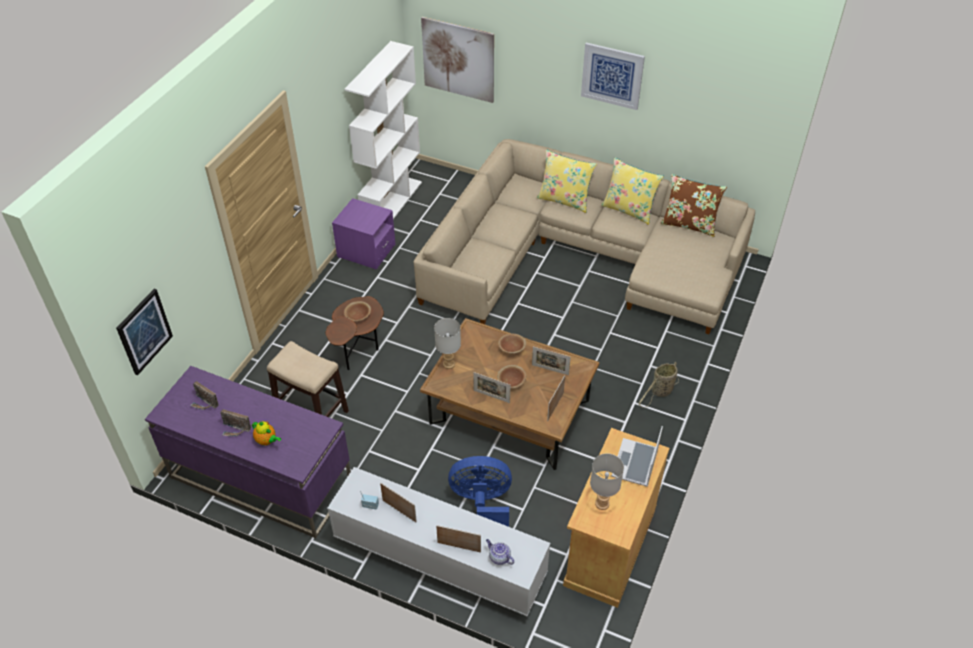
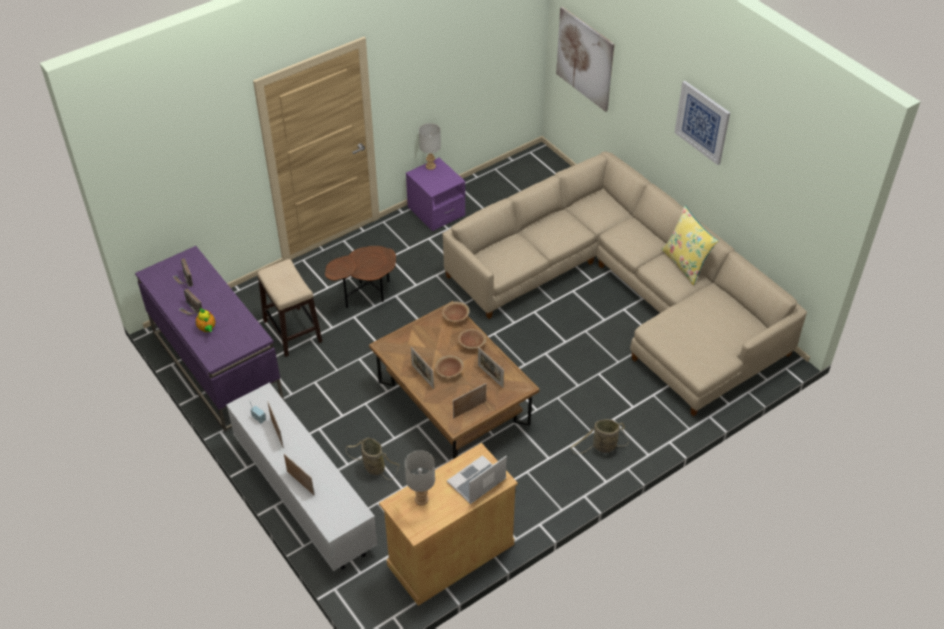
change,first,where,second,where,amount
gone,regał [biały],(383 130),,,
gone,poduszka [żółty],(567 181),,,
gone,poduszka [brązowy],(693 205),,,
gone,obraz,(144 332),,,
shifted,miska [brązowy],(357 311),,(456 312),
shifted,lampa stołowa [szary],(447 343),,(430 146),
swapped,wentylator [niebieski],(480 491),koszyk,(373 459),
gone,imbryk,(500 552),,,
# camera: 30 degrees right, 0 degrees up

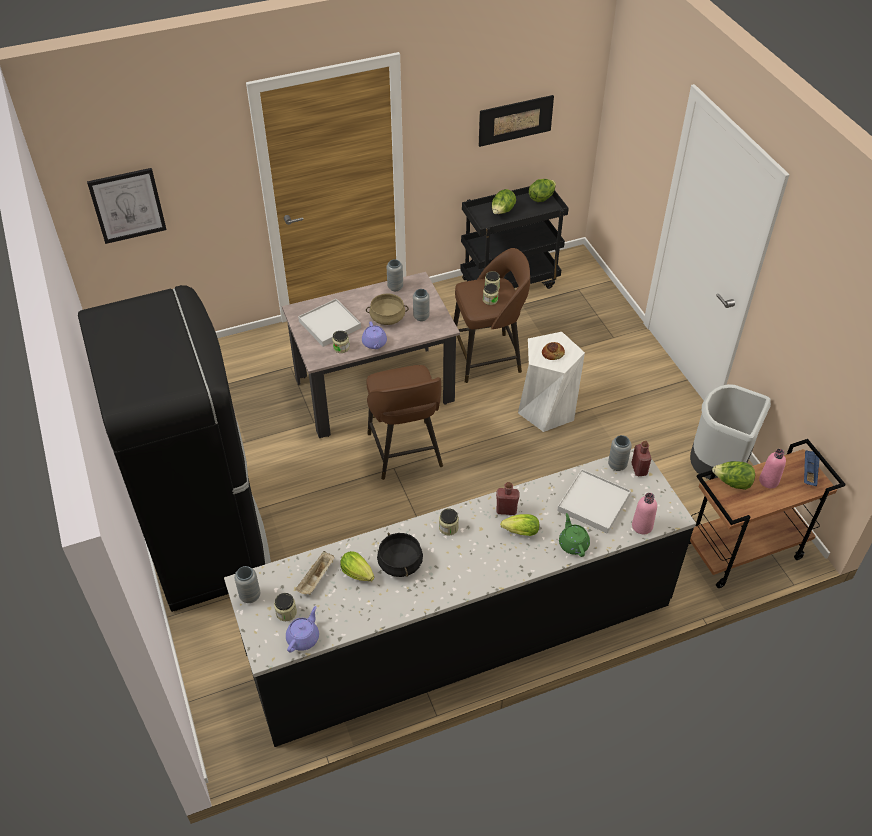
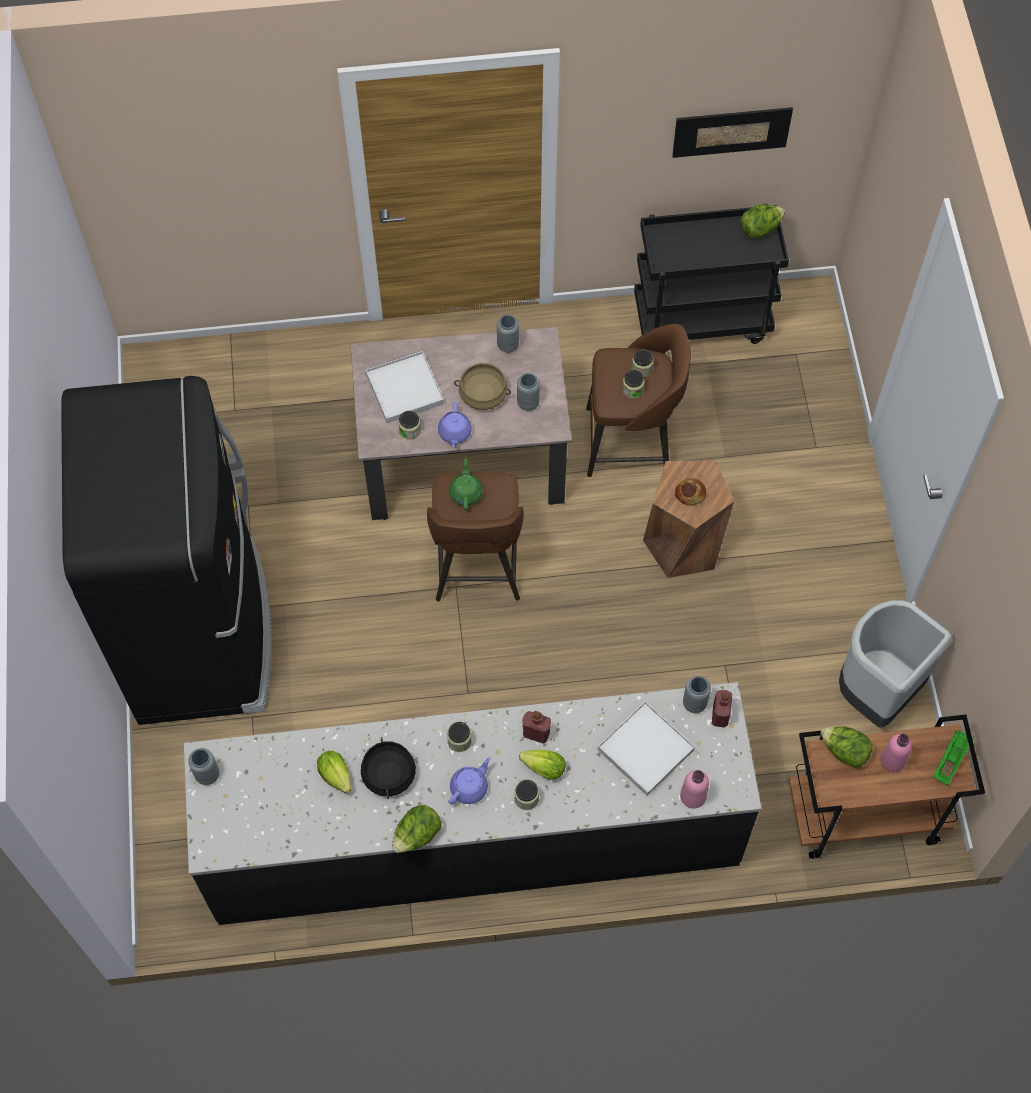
change,first,where,second,where,amount
gone,obraz,(127 206),,,
shifted,sałata,(504 201),,(417 829),
repainted,stołek [biały],(551 382),stołek [brązowy],(688 519),
repainted,taca [niebieski],(812 468),taca [zielony],(954 757),
shifted,imbryk [zielony],(574 535),,(466 484),
gone,taca [beżowy],(314 573),,,
shifted,słoik,(285 607),,(526 795),
shifted,imbryk [fioletowy],(302 629),,(470 780),
# camera: 15 degrees right, 15 degrees up

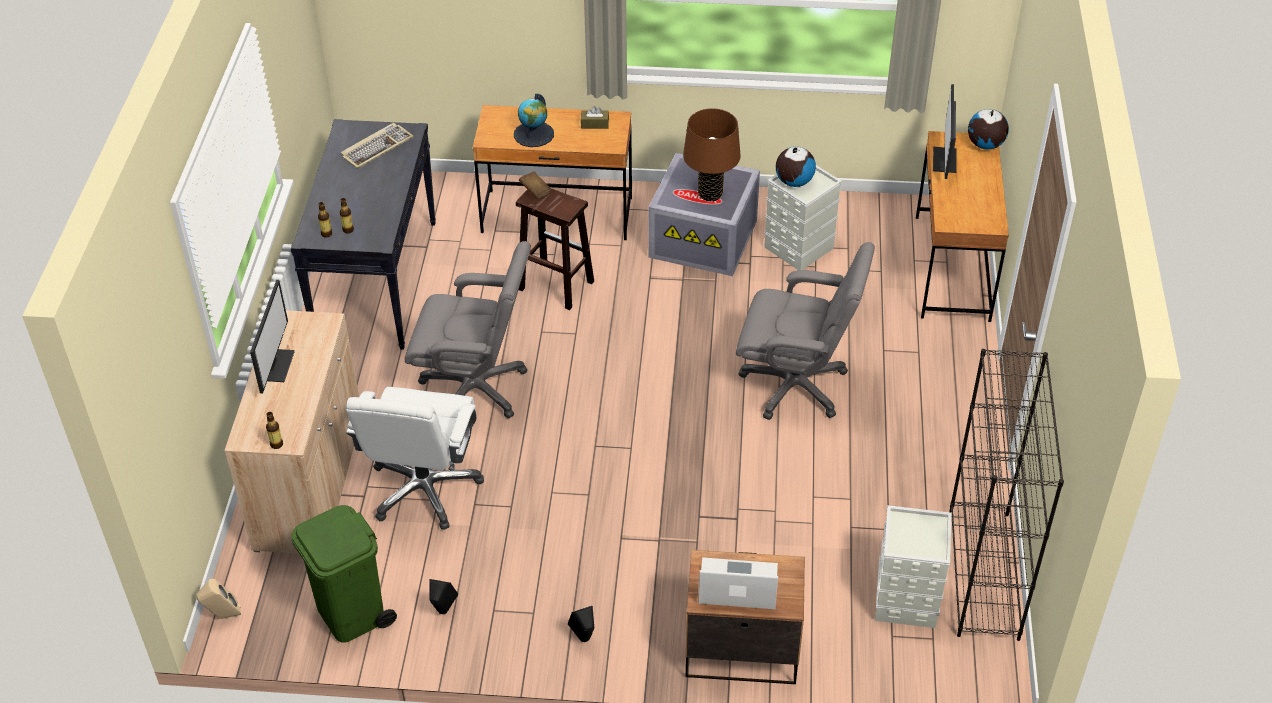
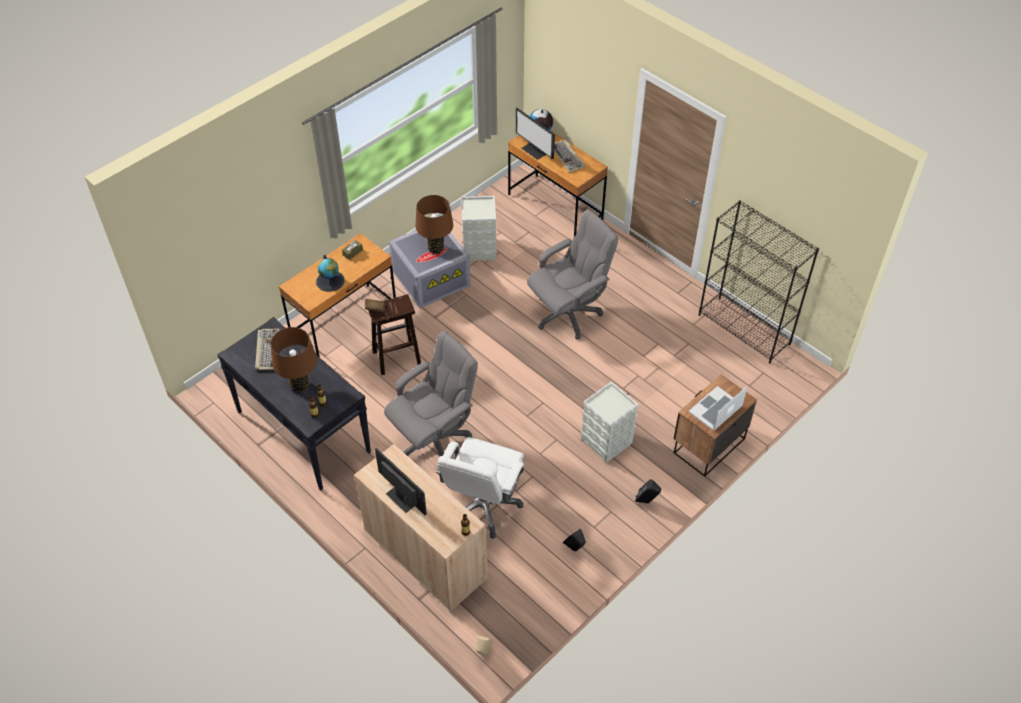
change,first,where,second,where,amount
gone,globus,(796 167),,,
rotated,krzesło biurowe [biały],(415 458),,(480 488),60 degrees clockwise
gone,kosz na śmieci [zielony],(344 573),,,
shifted,pojemnik do przechowywania [szary],(913 566),,(610 422),
new,,,klawiatura,(569 156),
new,,,lampa stołowa [brązowy],(294 359),
# camera: 50 degrees left, 5 degrees up

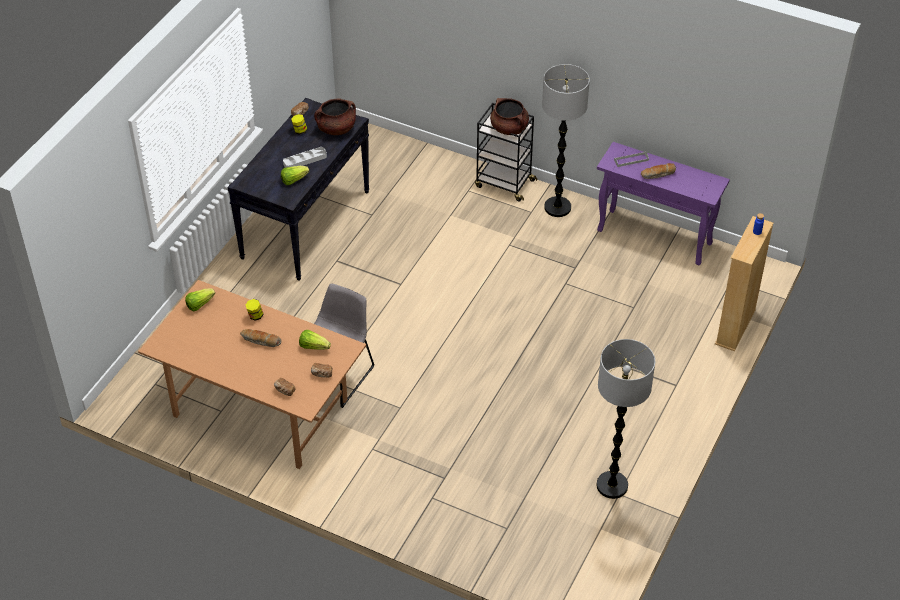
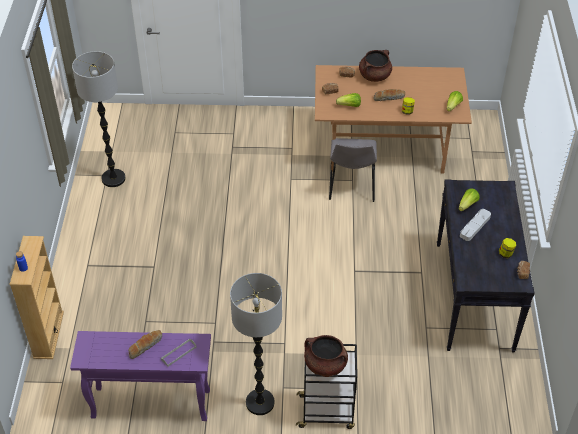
change,first,where,second,where,amount
shifted,garnek [brązowy],(335 117),,(375 66),
# camera: 155 degrees right, 0 degrees up

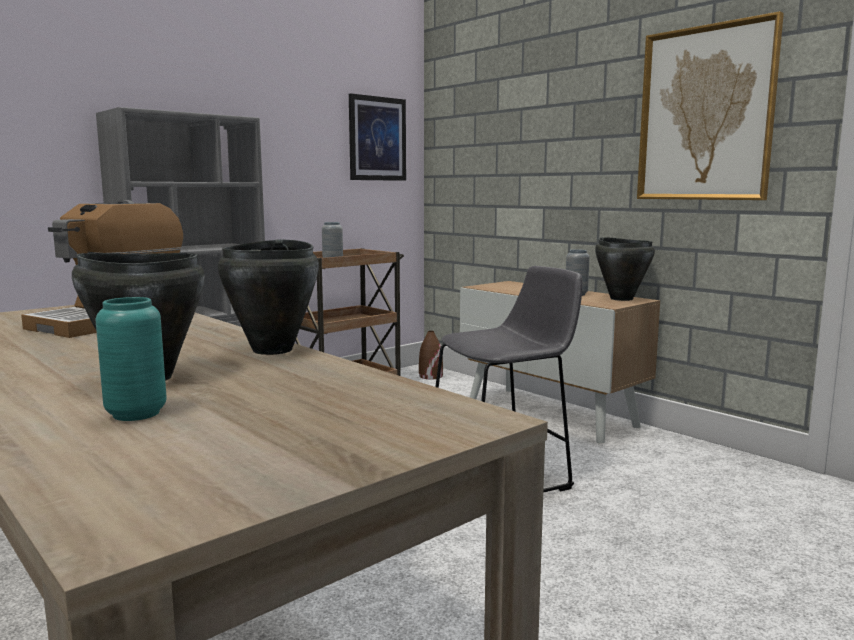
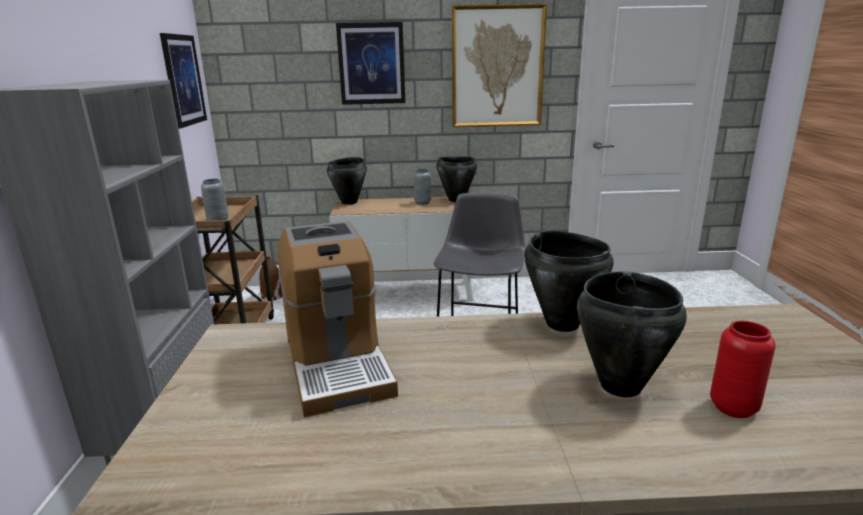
change,first,where,second,where,amount
repainted,wazon [turkusowy],(131 359),wazon [czerwony],(743 369),
new,,,obraz,(370 63),
new,,,garnek [czarny],(347 181),
# camera: 50 degrees left, 10 degrees up

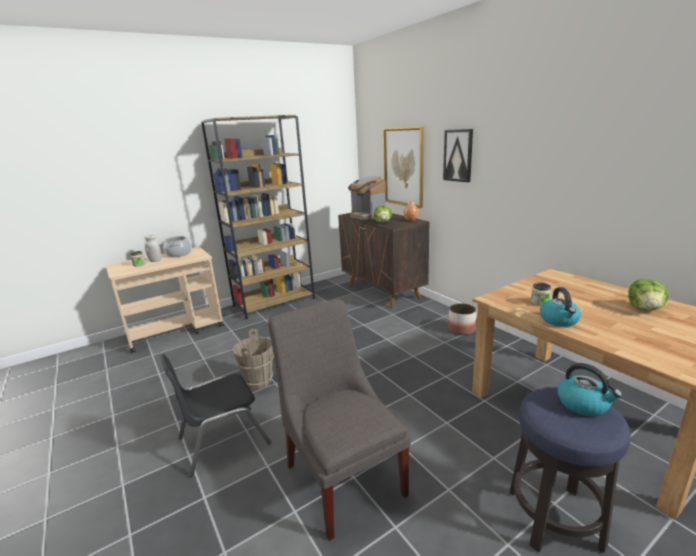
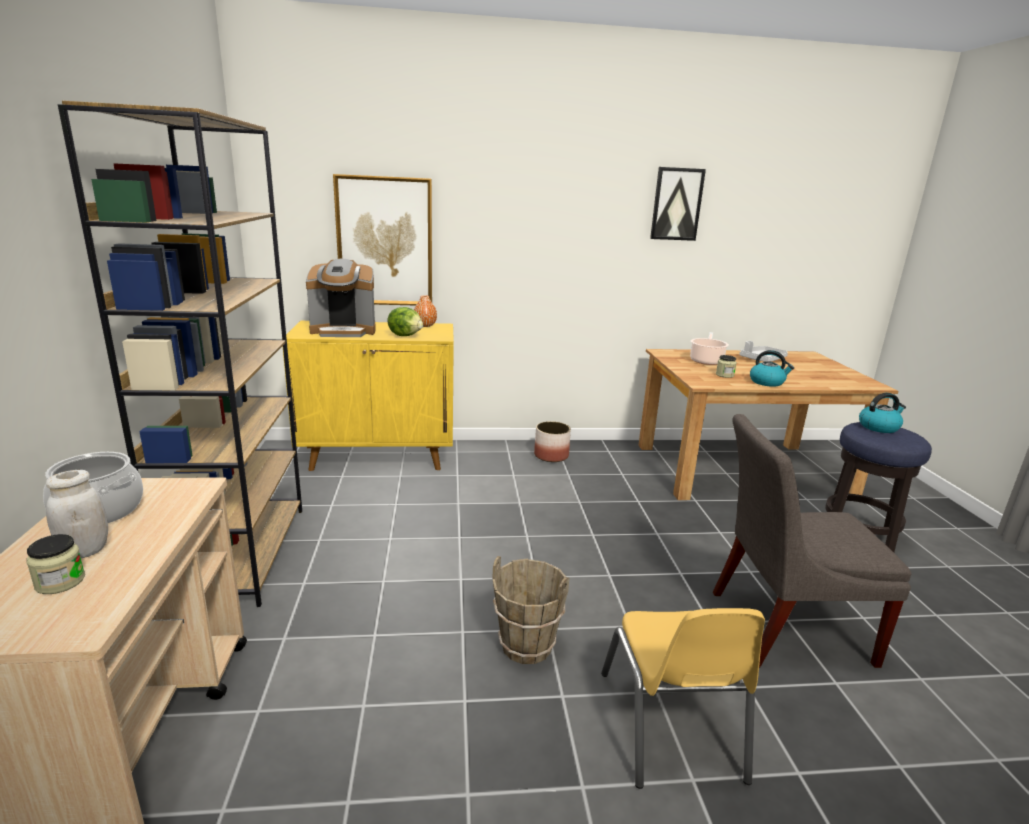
change,first,where,second,where,amount
shifted,obraz,(458 155),,(678 204),
repainted,szafka [brązowy],(383 260),szafka [żółty],(368 396),
swapped,sałata,(648 295),taca [szary],(763 351),
repainted,krzesło [czarny],(215 415),krzesło [żółty],(683 698),
new,,,garnek,(709 348),
# camera: 65 degrees left, 0 degrees up

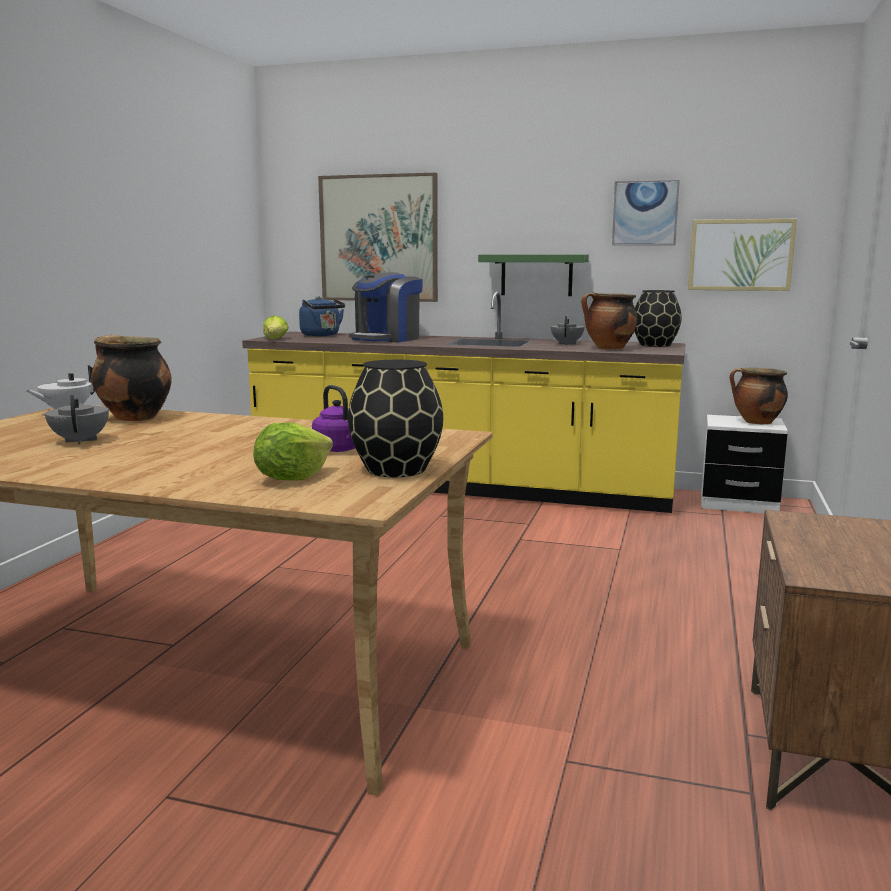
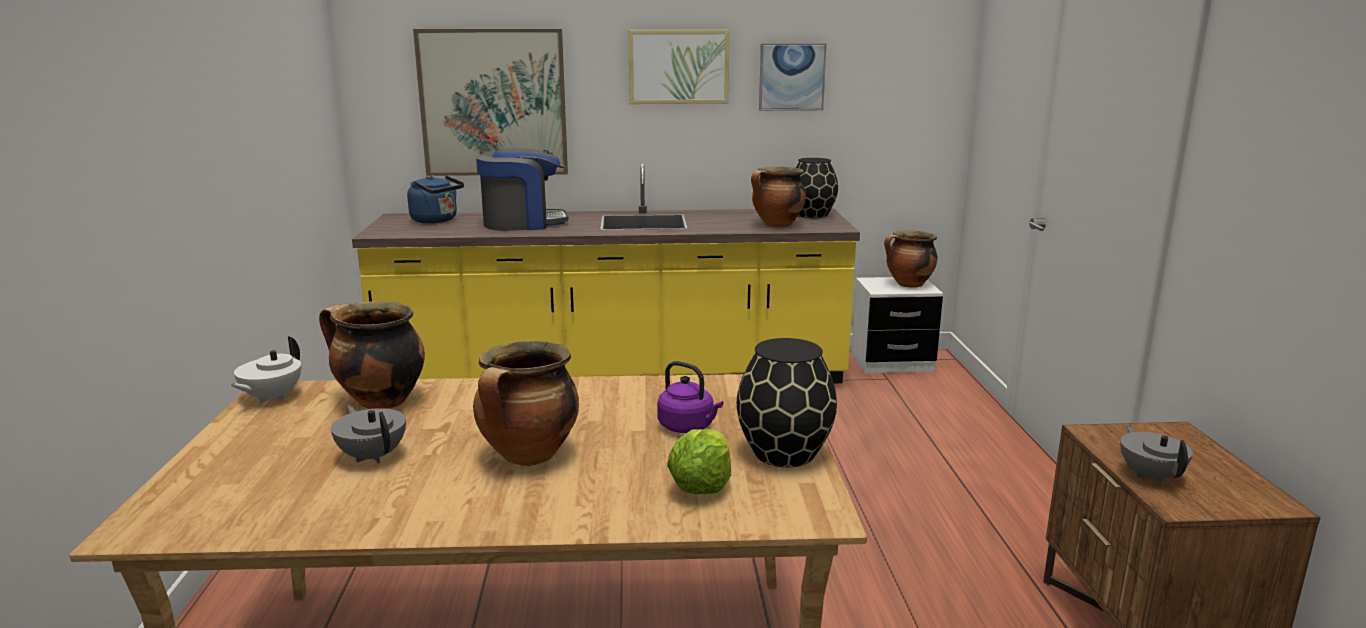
change,first,where,second,where,amount
shifted,obraz,(742 255),,(679 67),
gone,półka [zielony],(533 275),,,
rotated,ekspres do kawy,(386 307),,(522 189),120 degrees counterclockwise
gone,sałata,(276 327),,,
shifted,imbryk [szary],(567 330),,(1156 454),
new,,,garnek,(526 403),
# camera: 20 degrees left, 5 degrees up

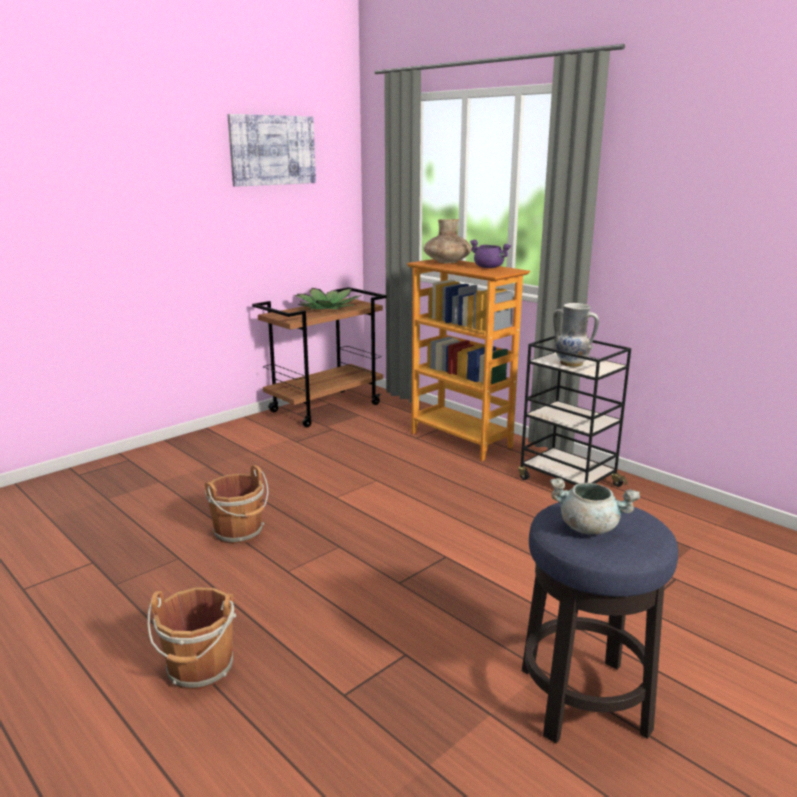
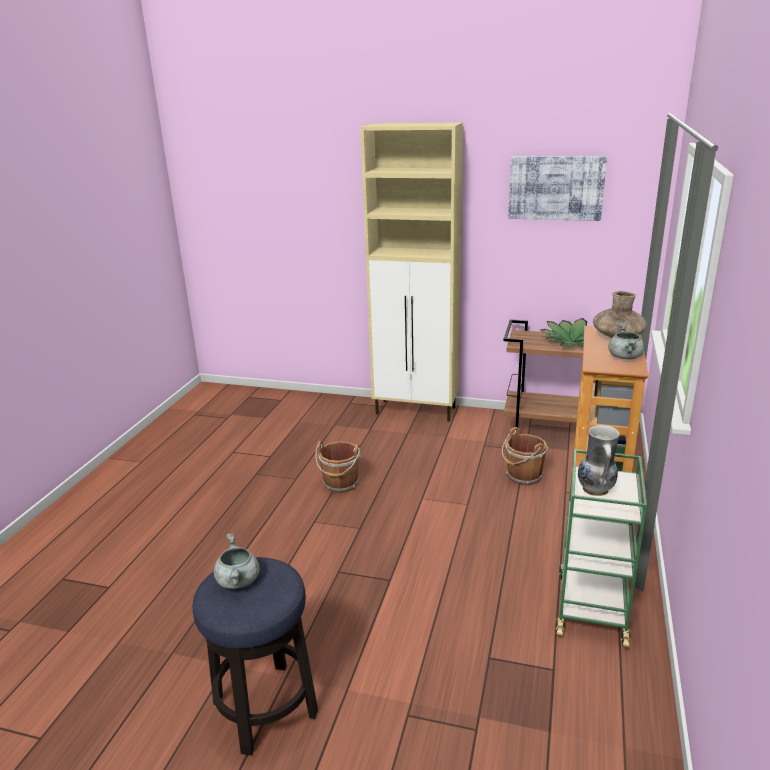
change,first,where,second,where,amount
repainted,garnek [fioletowy],(490 254),garnek [szary],(626 341),
repainted,wózek [czarny],(574 410),wózek [zielony],(601 548),
shifted,wiadro [brązowy],(191 638),,(525 456),
new,,,szafka [beżowy],(411 272),
# camera: 60 degrees right, 5 degrees up

